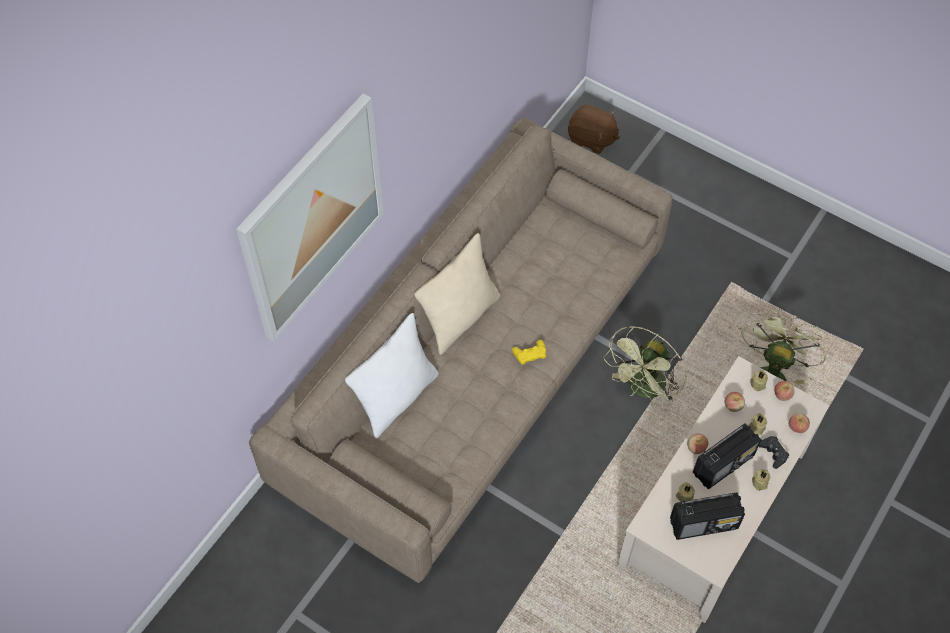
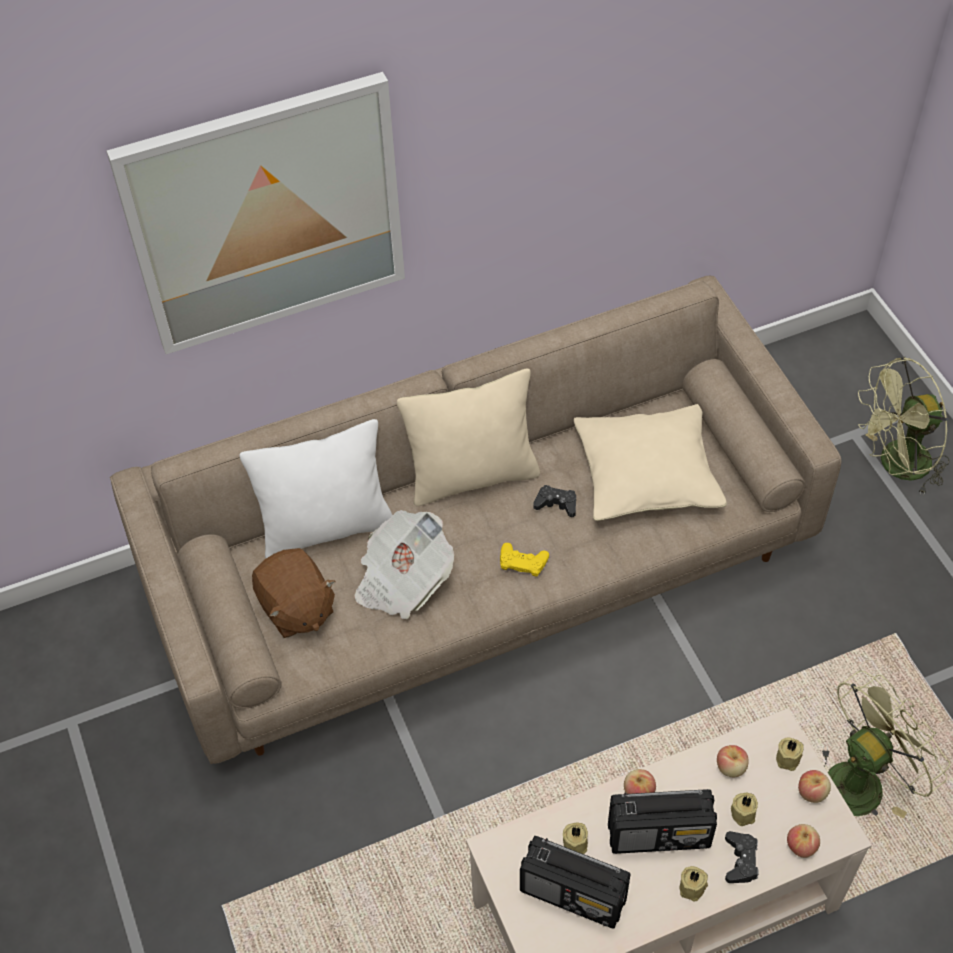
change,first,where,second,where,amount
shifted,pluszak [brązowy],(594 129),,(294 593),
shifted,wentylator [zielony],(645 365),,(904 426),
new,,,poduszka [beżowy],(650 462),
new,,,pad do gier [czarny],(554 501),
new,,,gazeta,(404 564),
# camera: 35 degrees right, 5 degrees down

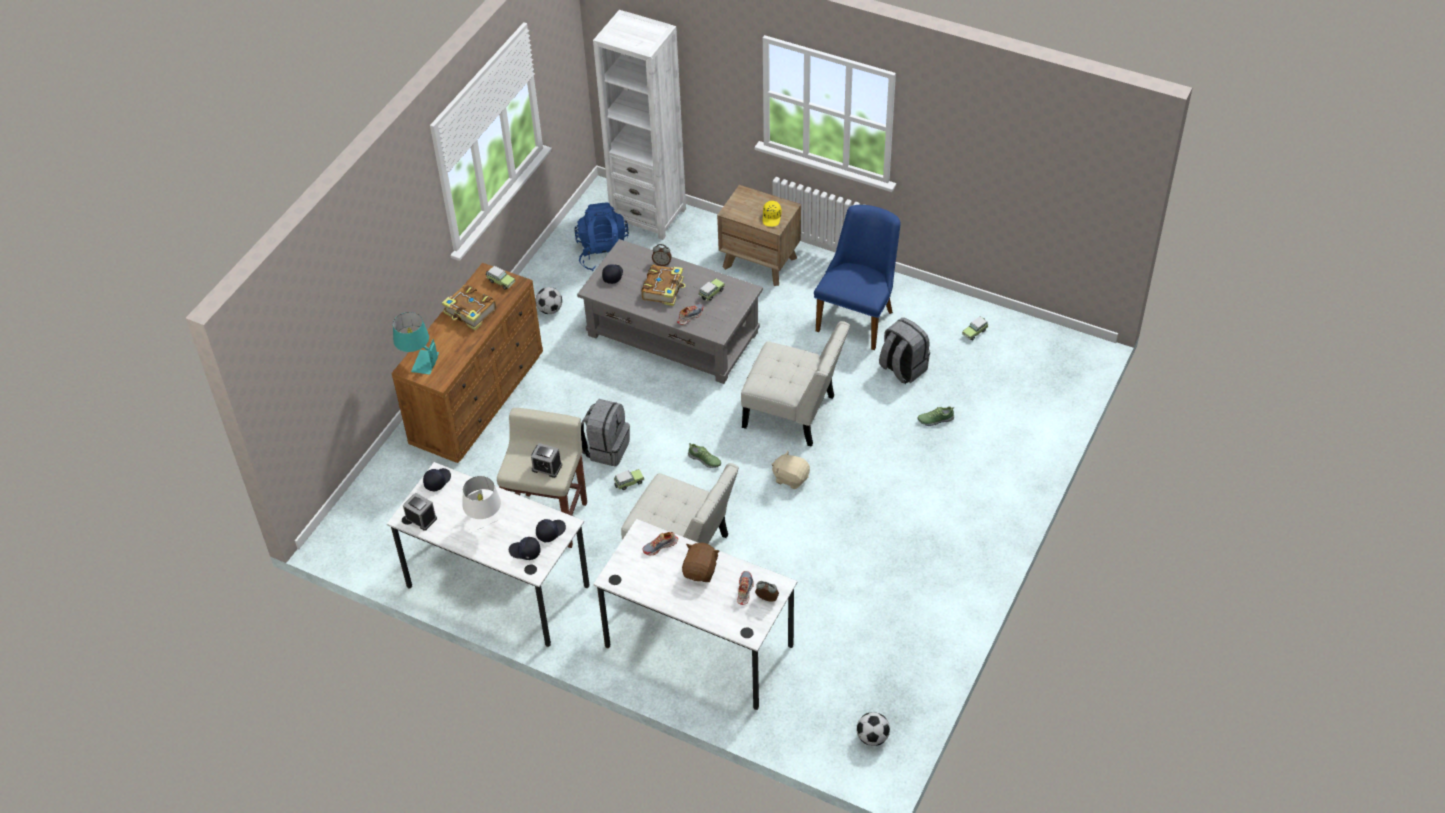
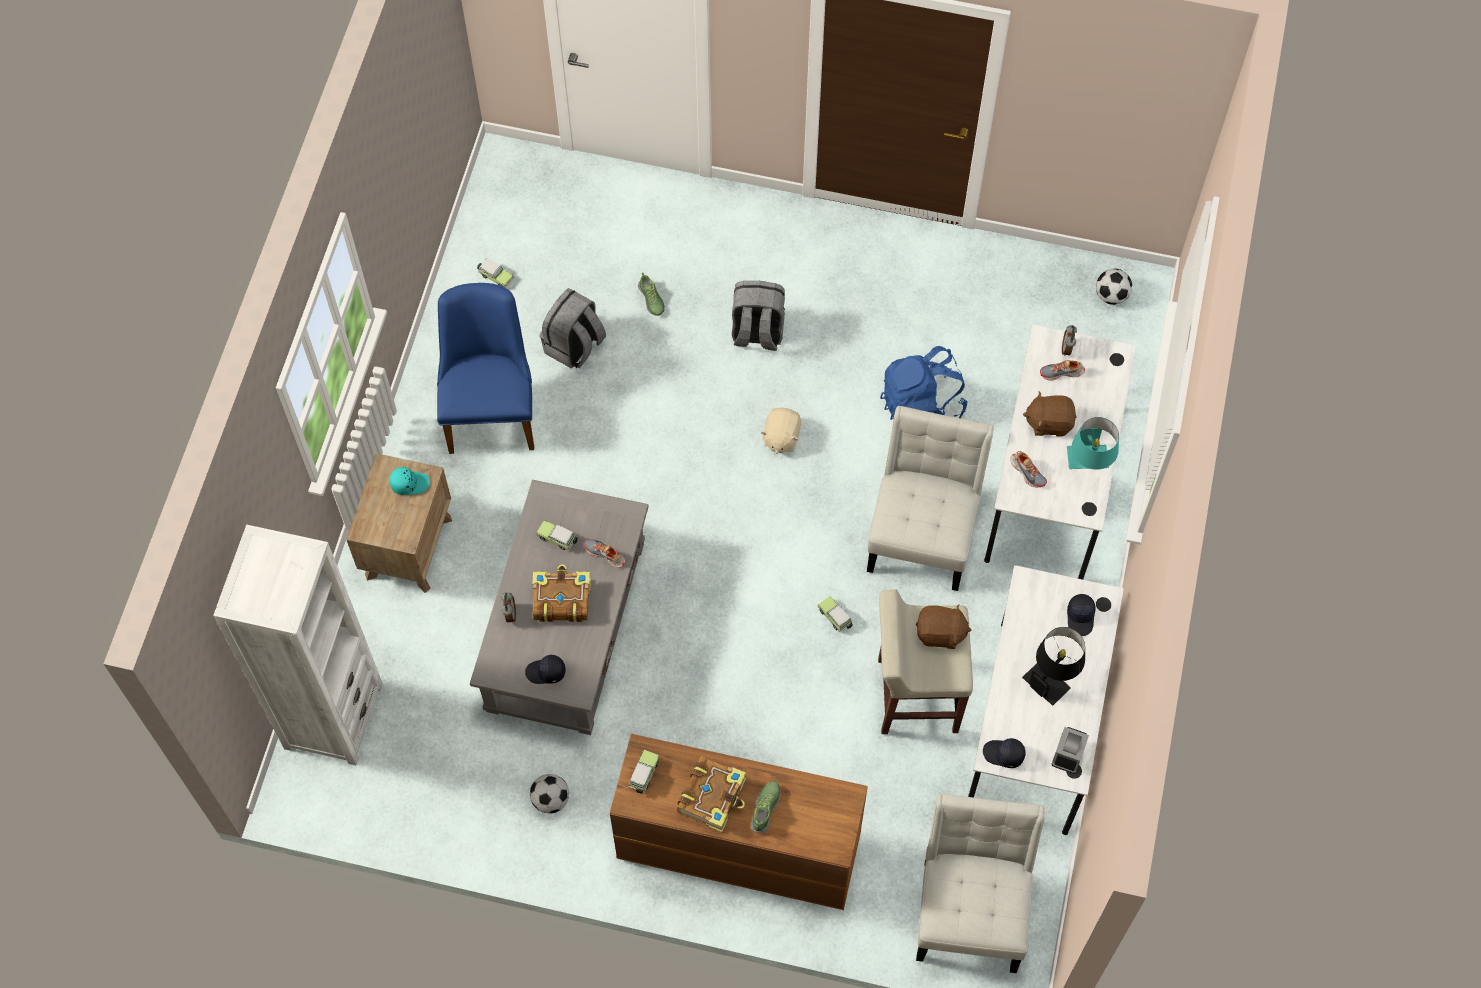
change,first,where,second,where,amount
repainted,czapka z daszkiem [żółty],(772 214),czapka z daszkiem [turkusowy],(409 481),
shifted,plecak [niebieski],(601 236),,(924 383),
rotated,krzesło [niebieski],(857 277),,(485 368),75 degrees clockwise
shifted,lampa stołowa [turkusowy],(416 343),,(1093 443),
shifted,krzesło [biały],(795 384),,(980 883),
shifted,plecak [szary],(605 432),,(758 316),
swapped,budzik,(546 460),pluszak [brązowy],(943 626),
shifted,but,(704 455),,(765 807),
repainted,lampa stołowa [biały],(482 504),lampa stołowa [czarny],(1053 666),
gone,czapka z daszkiem [czarny],(551 530),,,
# camera: 105 degrees left, 15 degrees up

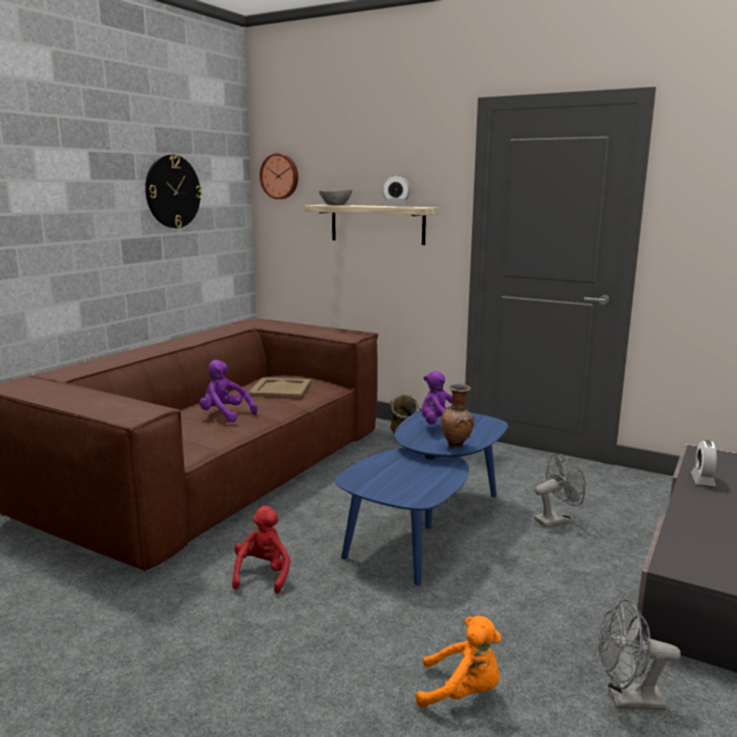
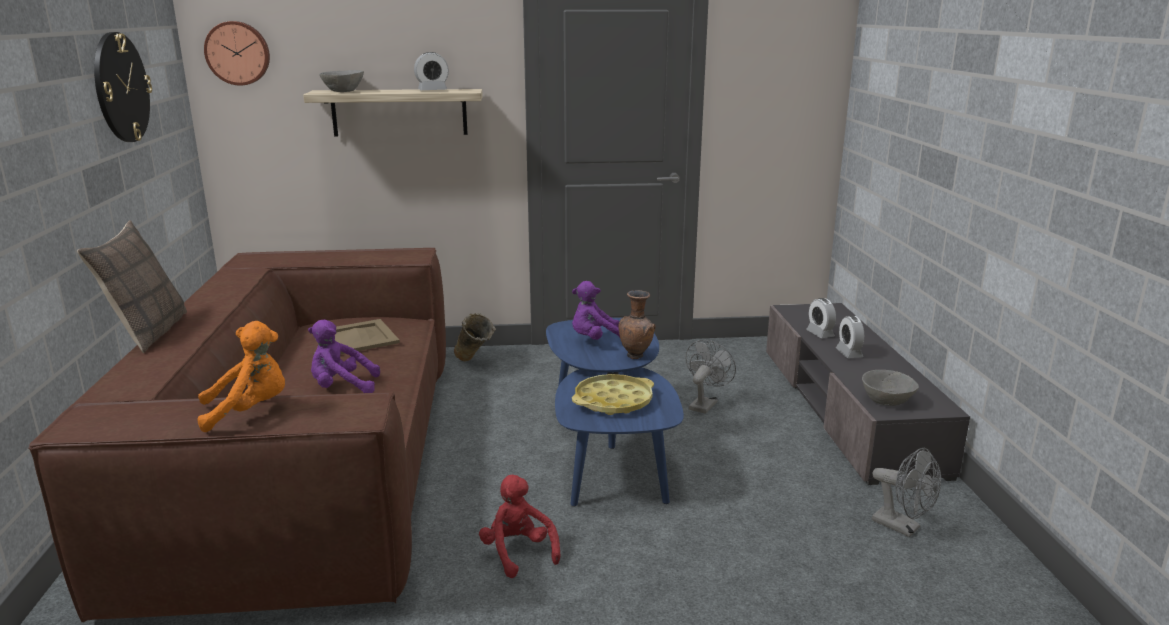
change,first,where,second,where,amount
rotated,wentylator [szary],(640 655),,(906 492),105 degrees counterclockwise
shifted,pluszak [pomarańczowy],(459 662),,(241 376),
new,,,poduszka,(132 286),
new,,,budzik,(850 336),
new,,,miska [szary],(890 388),
new,,,taca [żółty],(613 394),
# camera: 35 degrees left, 5 degrees up

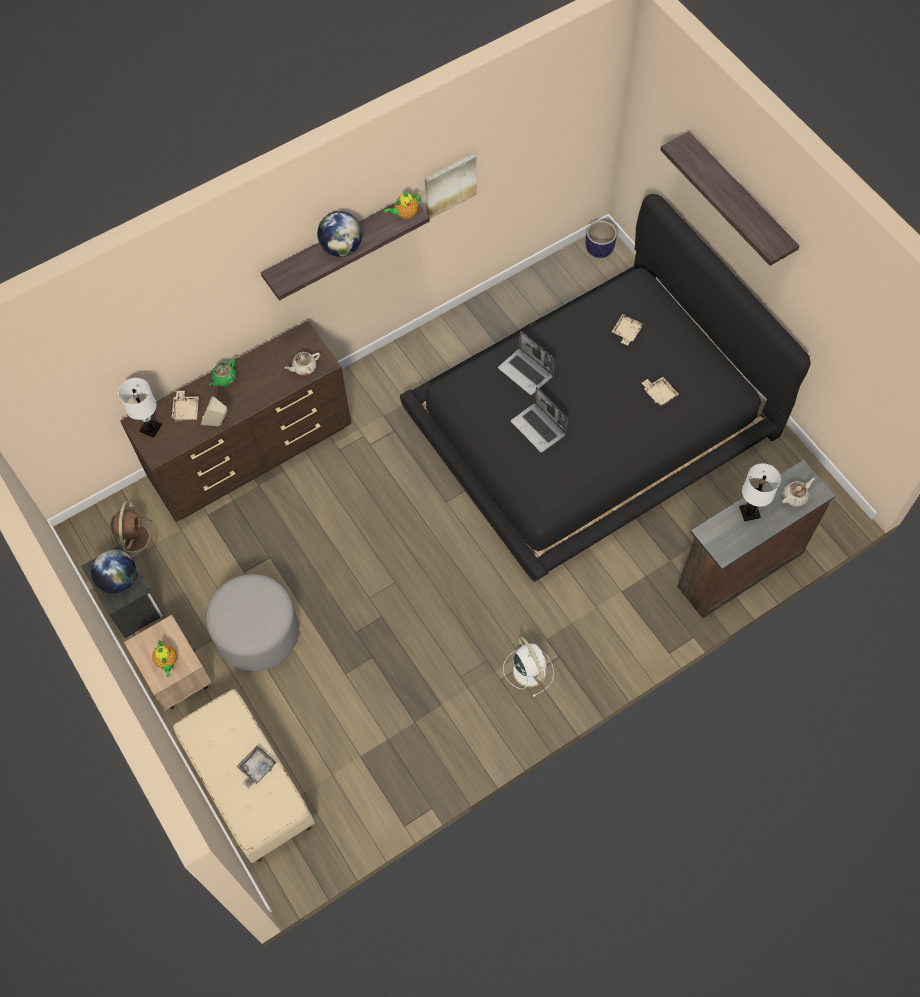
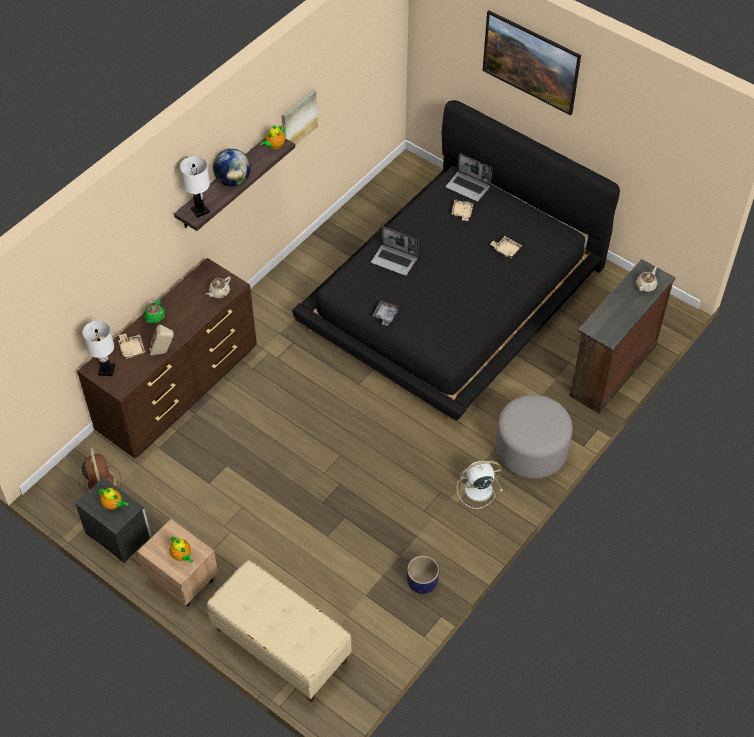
change,first,where,second,where,amount
swapped,półka,(729 198),obraz,(531 62),
shifted,donica,(601 239),,(423 574),
shifted,laptop,(539 420),,(468 177),
shifted,lampa stołowa [biały],(760 492),,(195 187),
swapped,globus,(113 572),imbryk,(113 499),
shifted,pufa [szary],(252 623),,(534 437),
rotated,wentylator [biały],(528 666),,(480 485),60 degrees counterclockwise
shifted,taca [szary],(256 767),,(385 313),
# camera: 20 degrees left, 10 degrees down

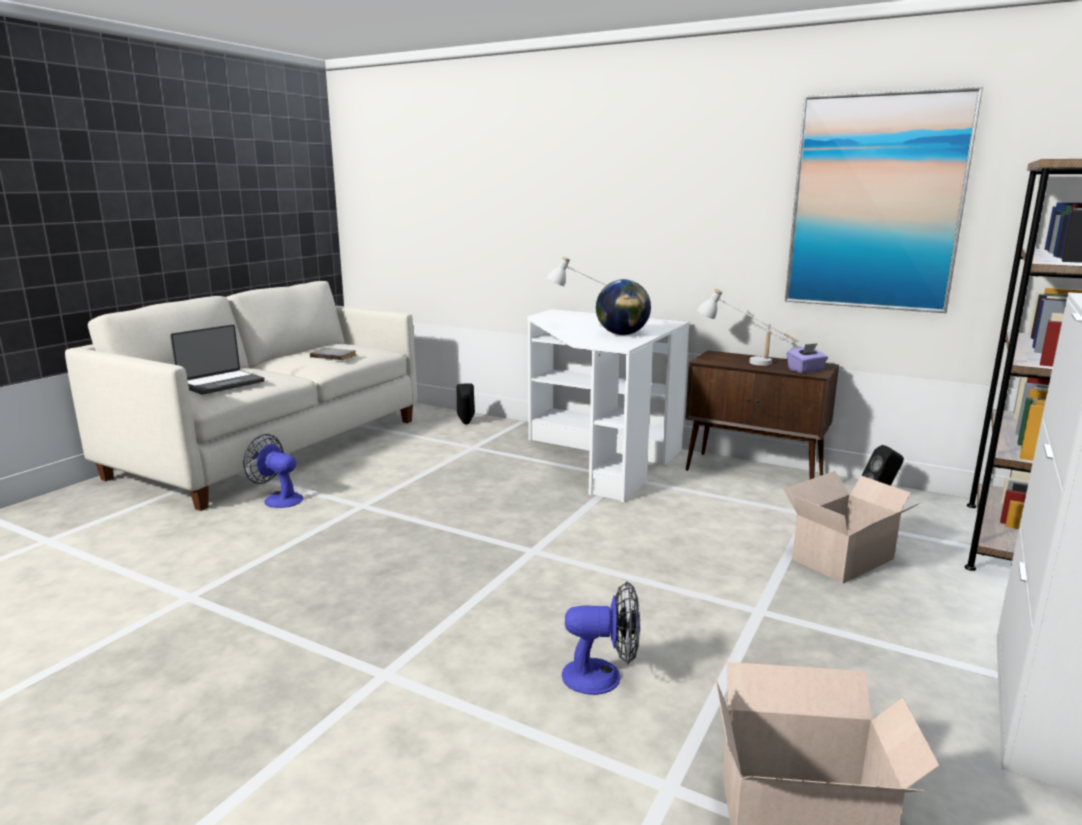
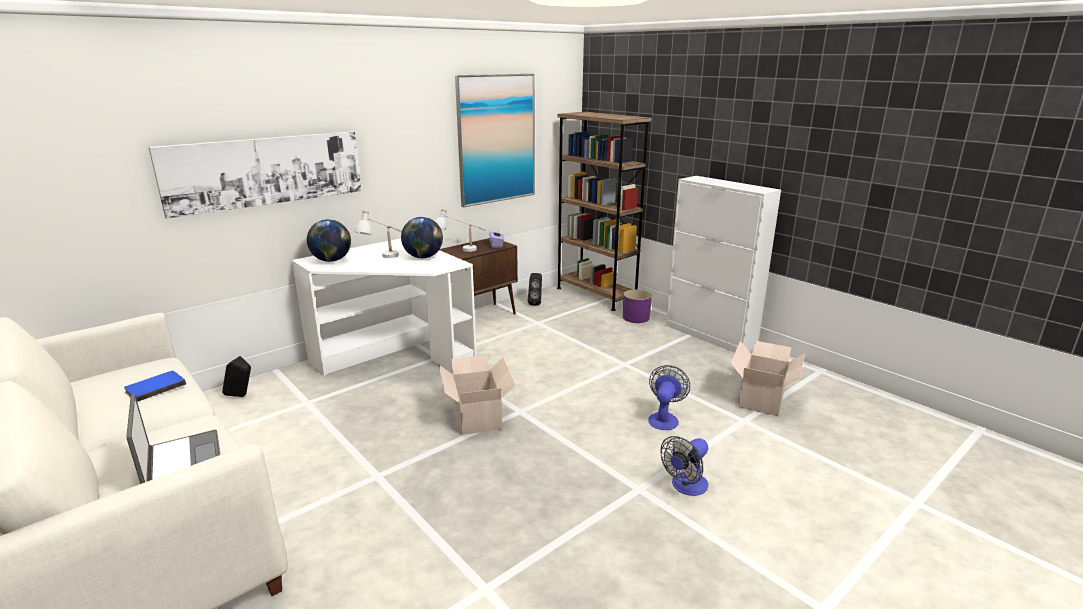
change,first,where,second,where,amount
repainted,książka [szary],(333 354),książka [niebieski],(155 386),
shifted,wentylator,(273 471),,(684 466),
shifted,karton,(852 527),,(476 395),
new,,,obraz,(254 175),
new,,,globus,(329 240),
new,,,donica [fioletowy],(637 306),
# camera: 70 degrees left, 5 degrees up

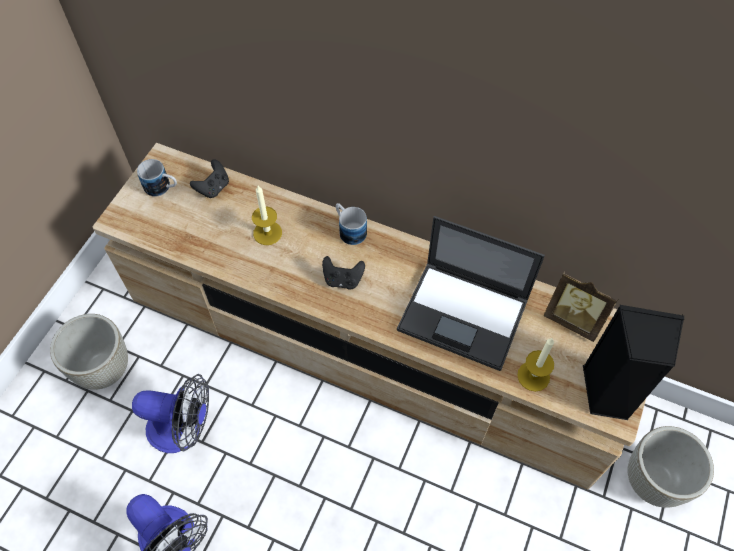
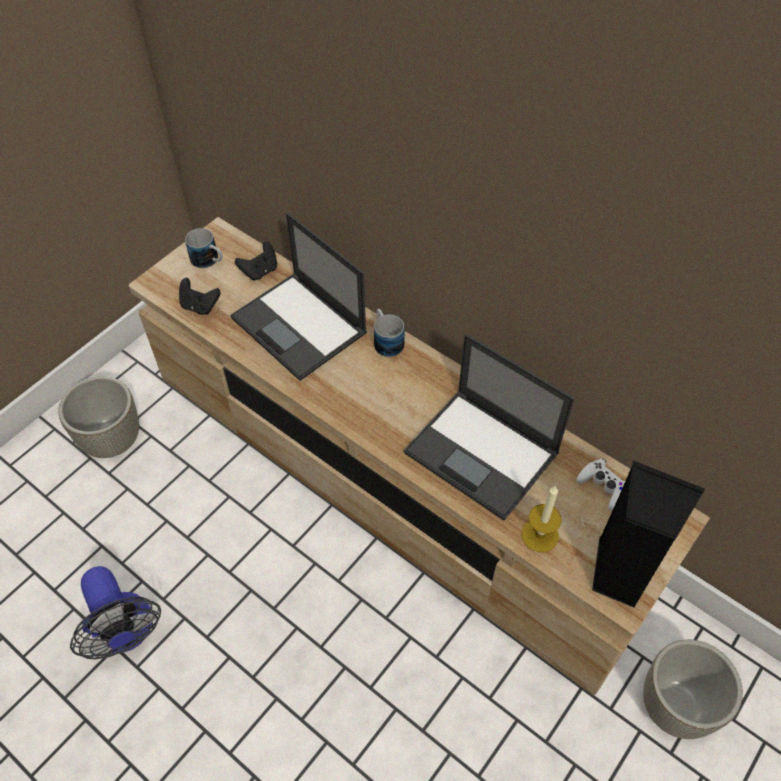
change,first,where,second,where,amount
swapped,świeca,(267 215),laptop,(298 297),
shifted,pad do gier [czarny],(343 273),,(200 296),
swapped,ramka na zdjęcie,(580 307),pad do gier [biały],(601 485),
gone,wentylator,(170 413),,,
# camera: 15 degrees right, 5 degrees down

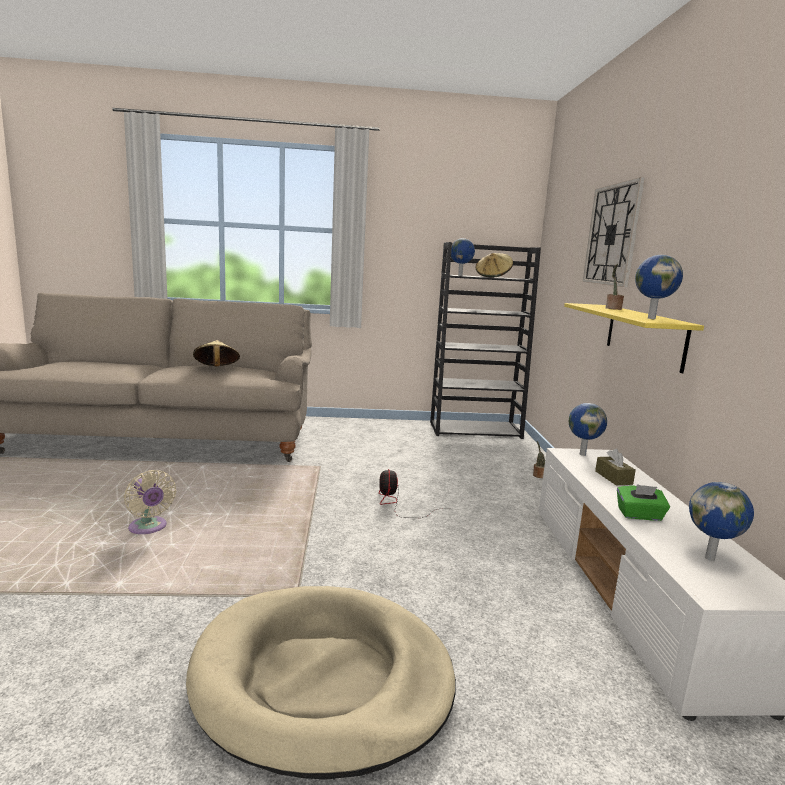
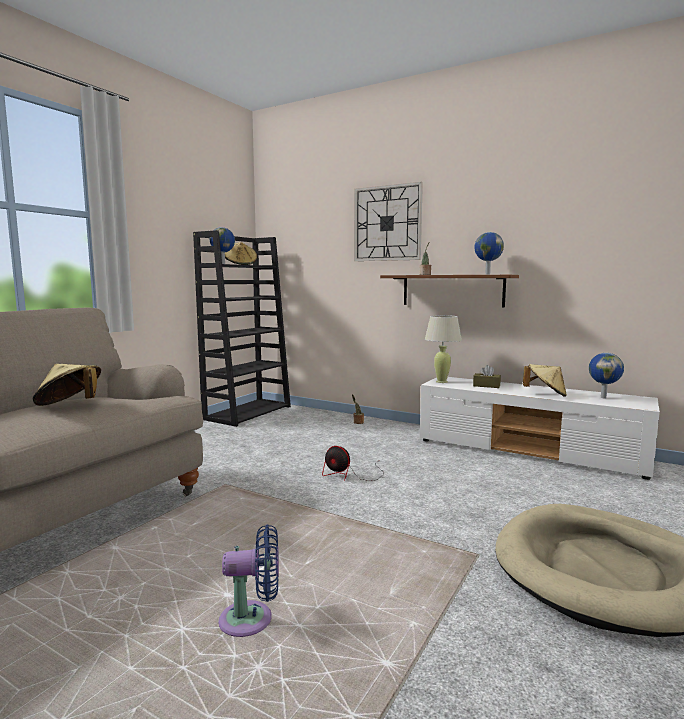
change,first,where,second,where,amount
repainted,półka [żółty],(634 338),półka [brązowy],(449 291),
swapped,globus,(588 429),lampa stołowa [beżowy],(443 349),
repainted,wentylator [beżowy],(150 502),wentylator [niebieski],(248 580),
swapped,pudełko chusteczek [zielony],(643 502),kapelusz [beżowy],(545 380),
# camera: 55 degrees left, 5 degrees down

